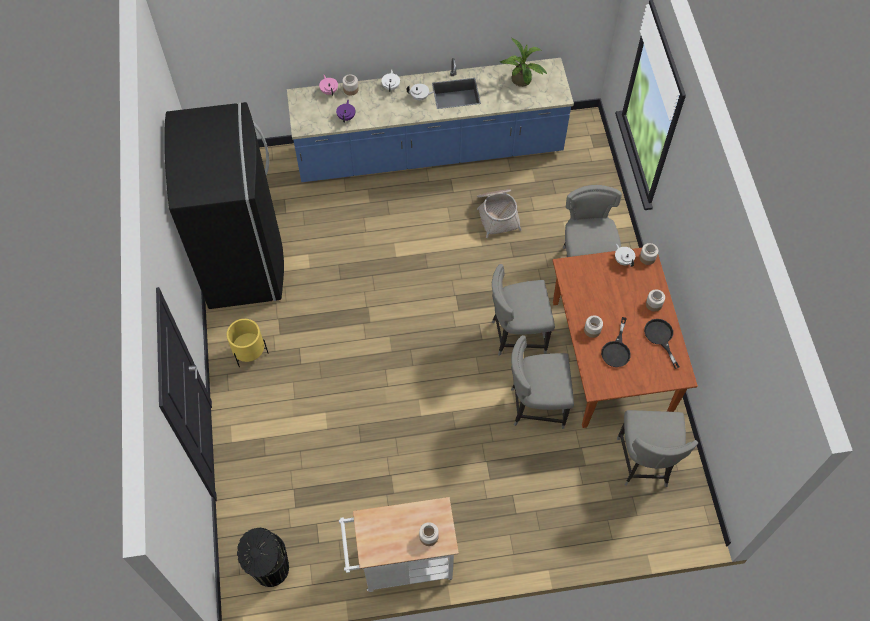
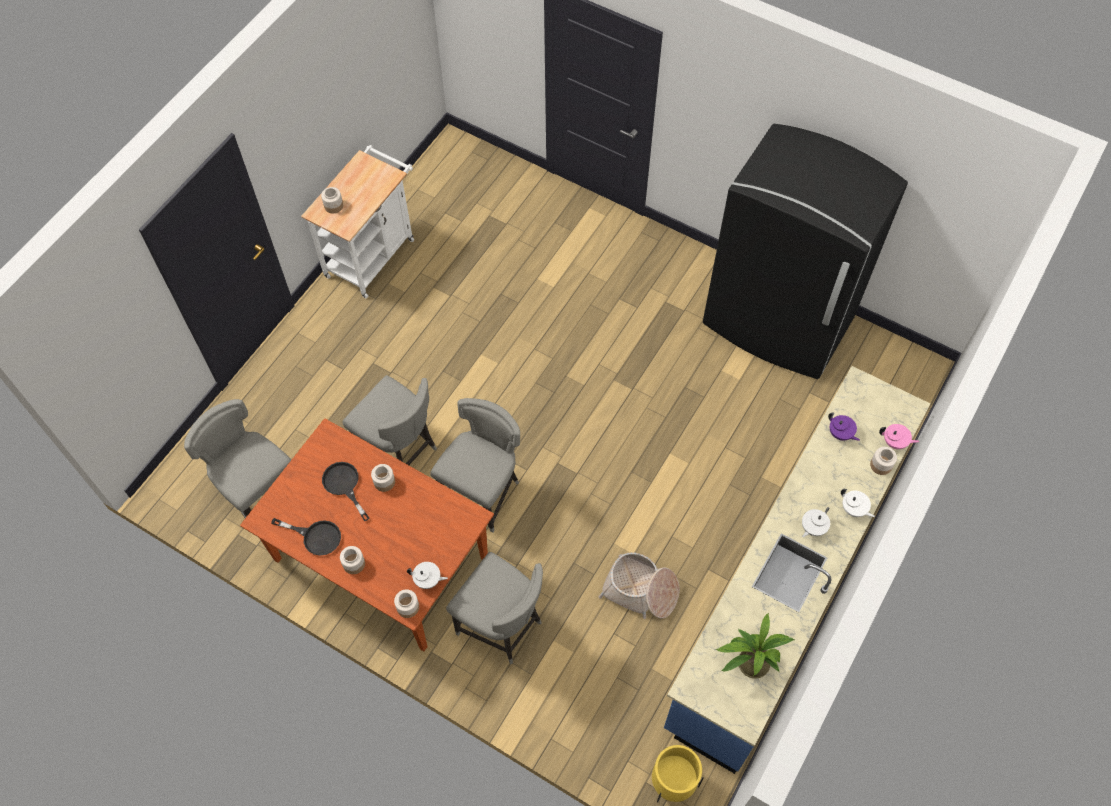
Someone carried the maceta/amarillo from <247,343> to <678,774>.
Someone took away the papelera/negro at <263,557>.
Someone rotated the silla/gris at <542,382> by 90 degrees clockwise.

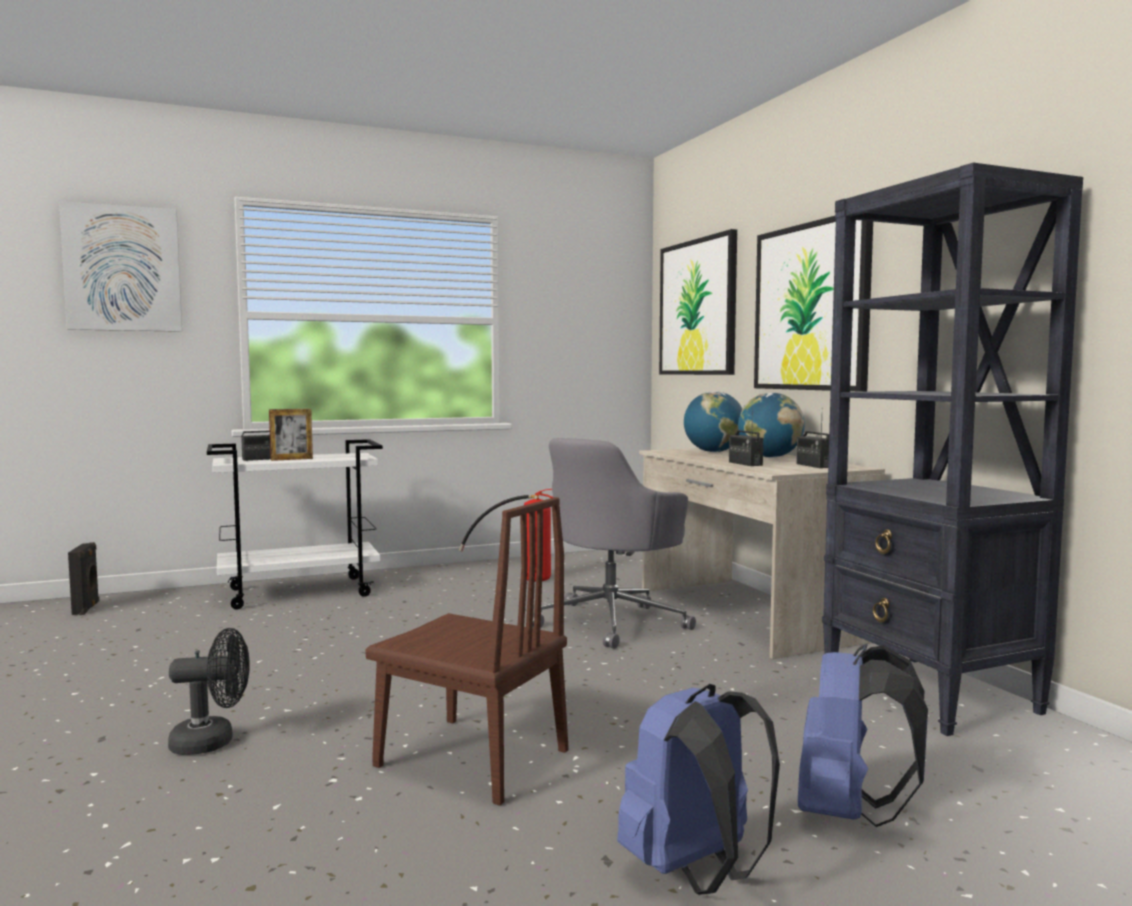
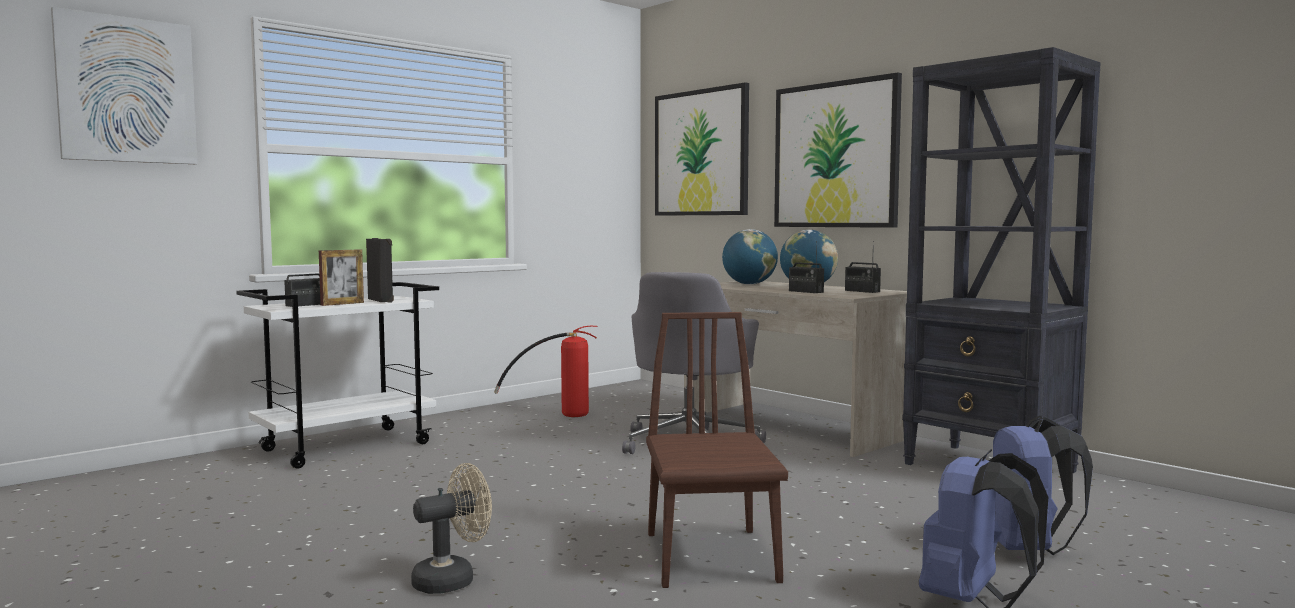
Someone carried the altavoz/negro from <83,578> to <380,270>.
Someone repainted the ventilador/negro at <209,691>, which became the ventilador/beis at <451,528>.
Someone rotated the silla/marrón at <467,651> by 105 degrees counterclockwise.

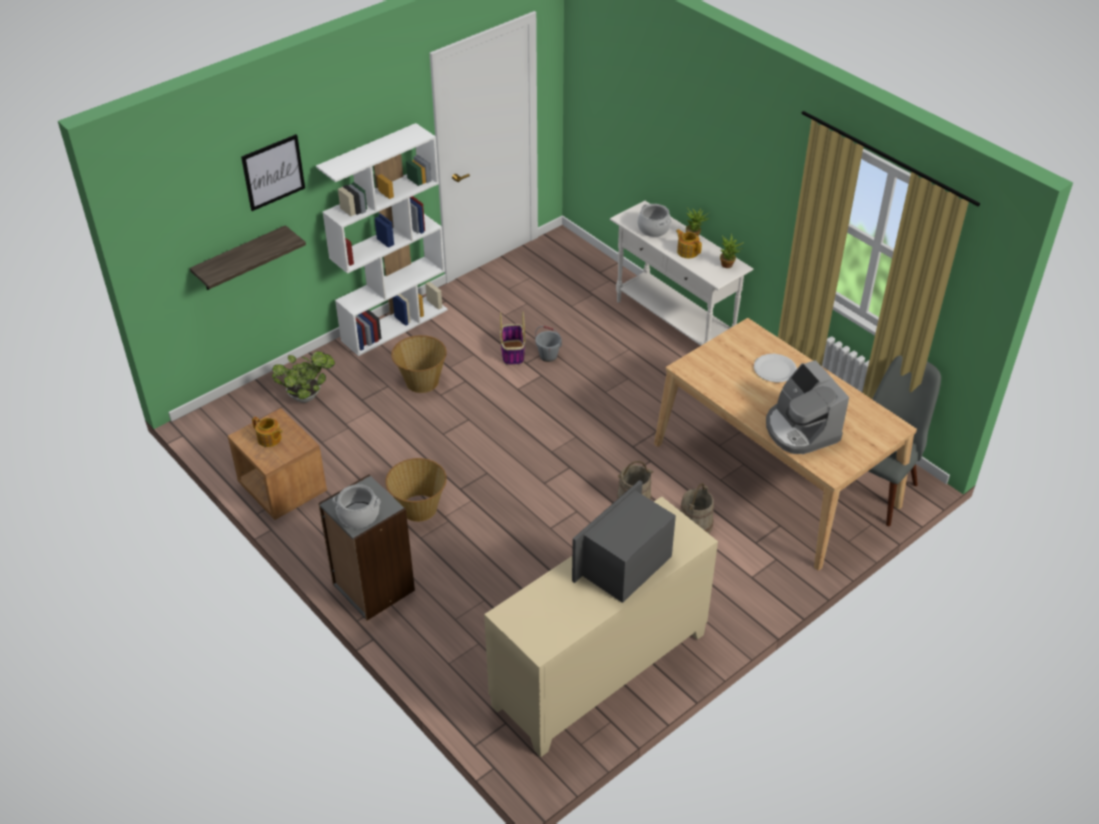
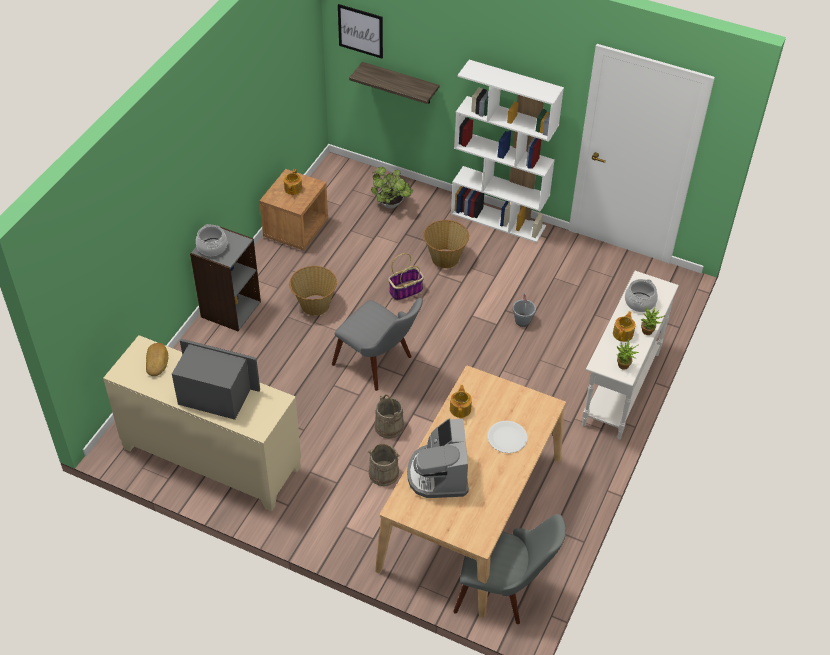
Someone carried the cuadro from <273,172> to <360,31>.
Someone carried the cesta from <512,338> to <406,277>.
Someone rotated the cafetera at <807,407> by 45 degrees counterclockwise.
Someone put down the pan at <157,359>.
Someone put down the silla/gris at <377,344>.
Someone put down the tetera at <461,401>.

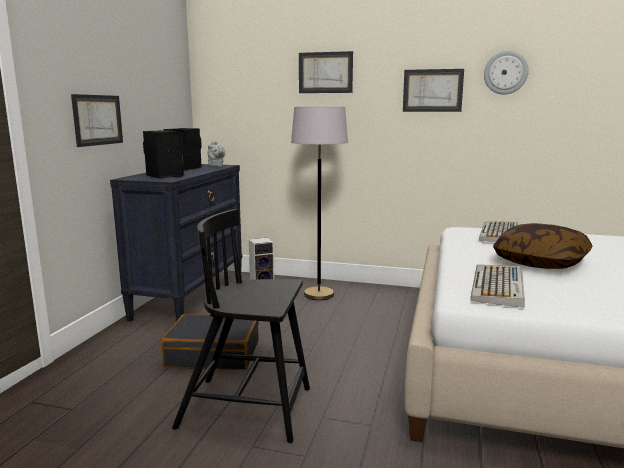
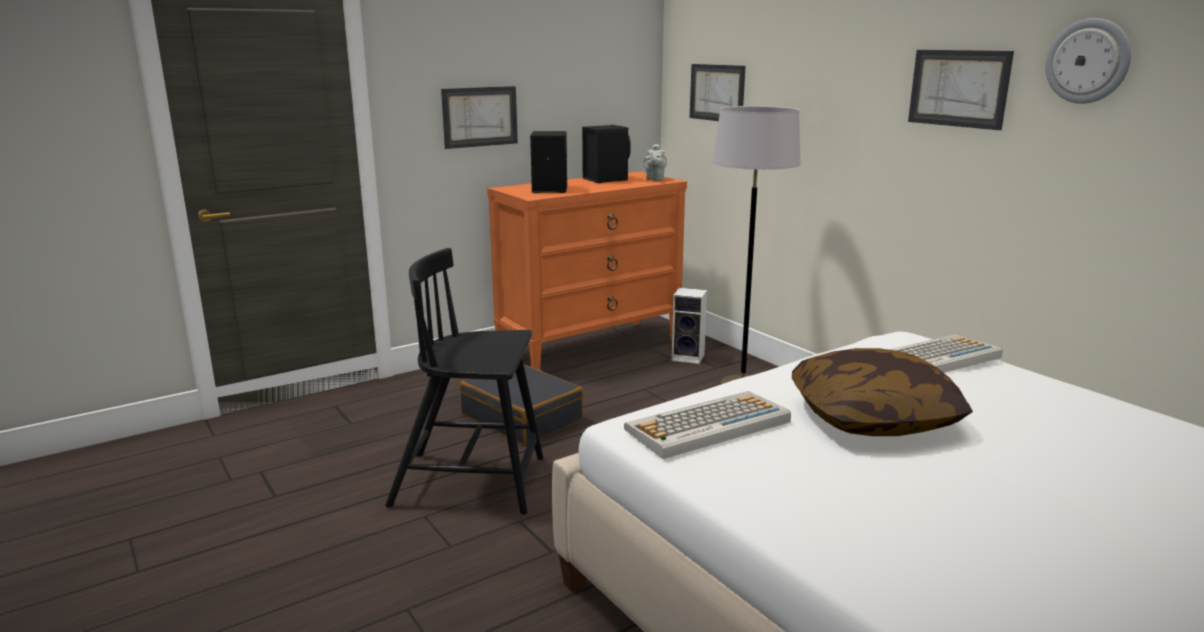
Someone repainted the cómoda/negro at <176,242>, which became the cómoda/naranja at <587,271>.
Someone rotated the silla/negro at <241,326> by 45 degrees counterclockwise.
Someone carried the cuadro from <326,72> to <718,92>.

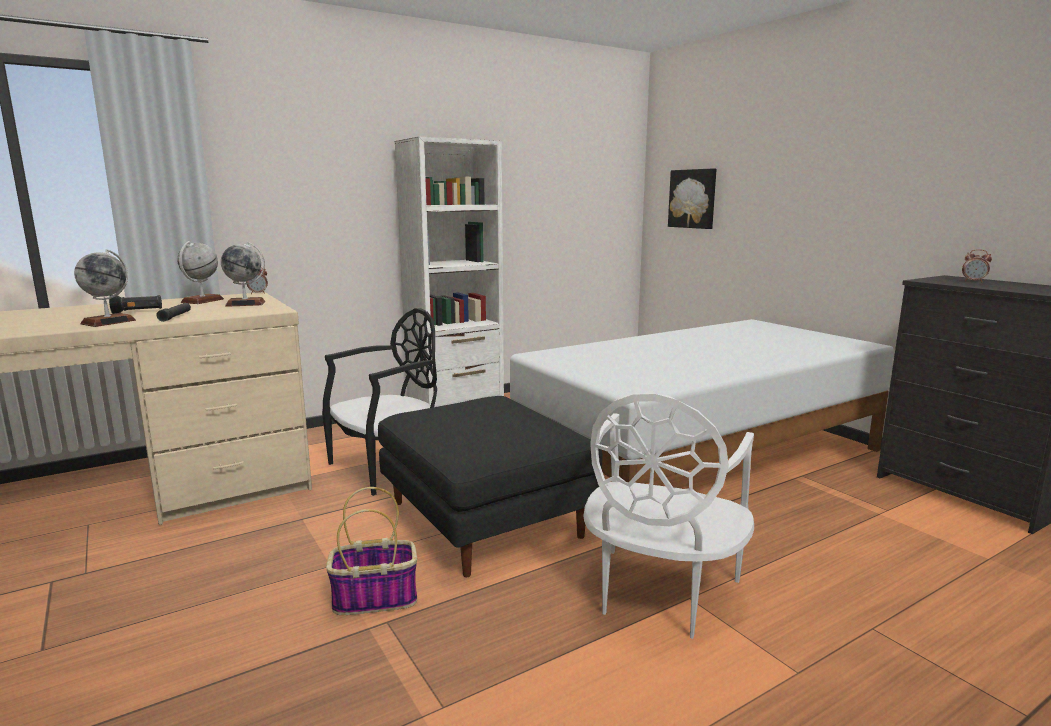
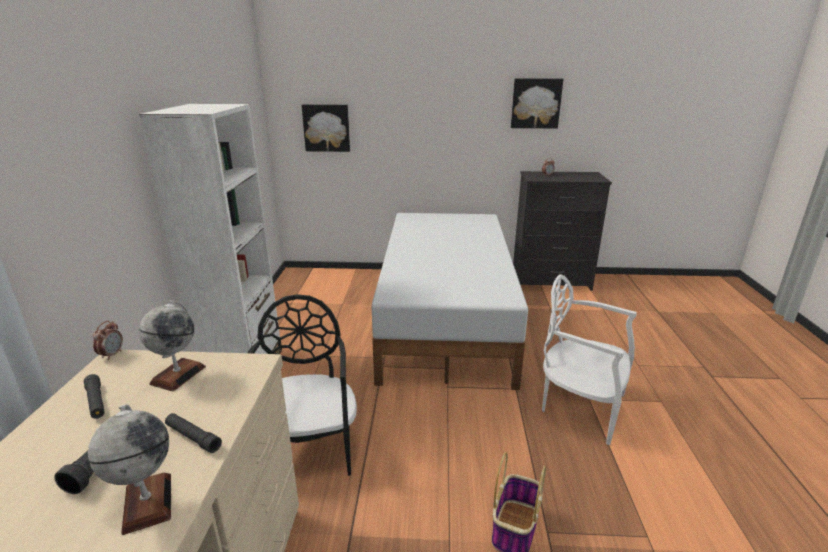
Someone swapped the globo terráqueo at <200,272> for the linterna/negro at <94,396>.
Someone took away the puf/negro at <490,486>.
Someone rotated the silla/blanco at <668,516> by 150 degrees clockwise.
Someone put up the cuadro at <537,103>.

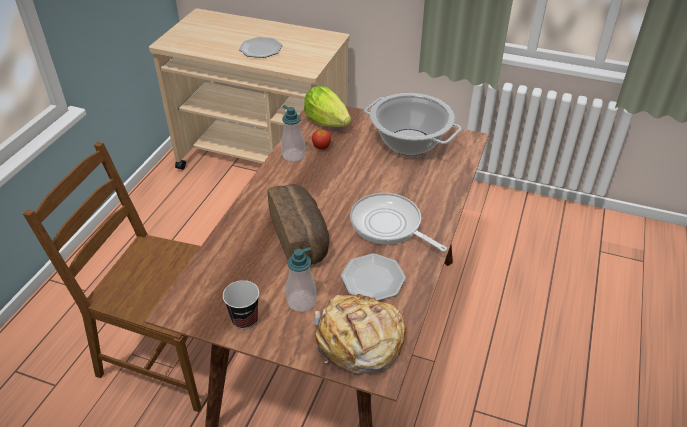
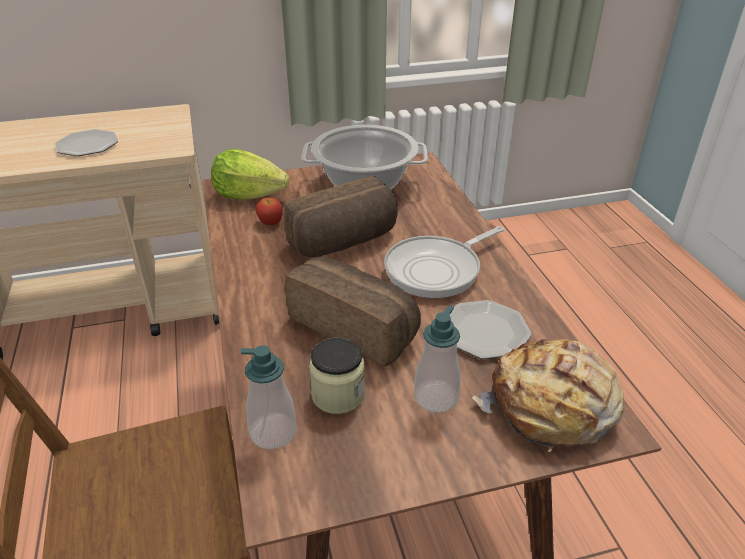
Someone took away the taza at <241,304>.
Someone carried the dispensador de jabón from <293,133> to <269,397>.
Someone rotated the sartén at <398,222> by 45 degrees counterclockwise.
Someone put down the pan at <341,216>.
Someone put down the tarro at <337,376>.

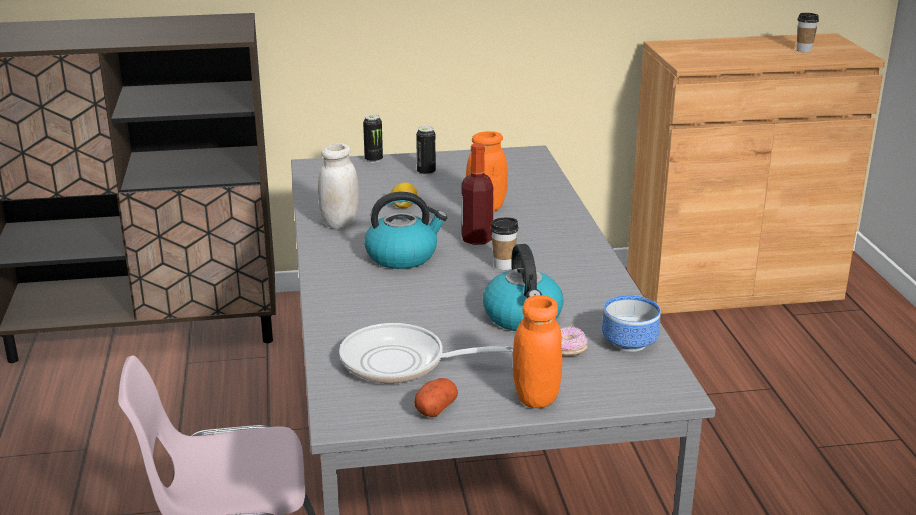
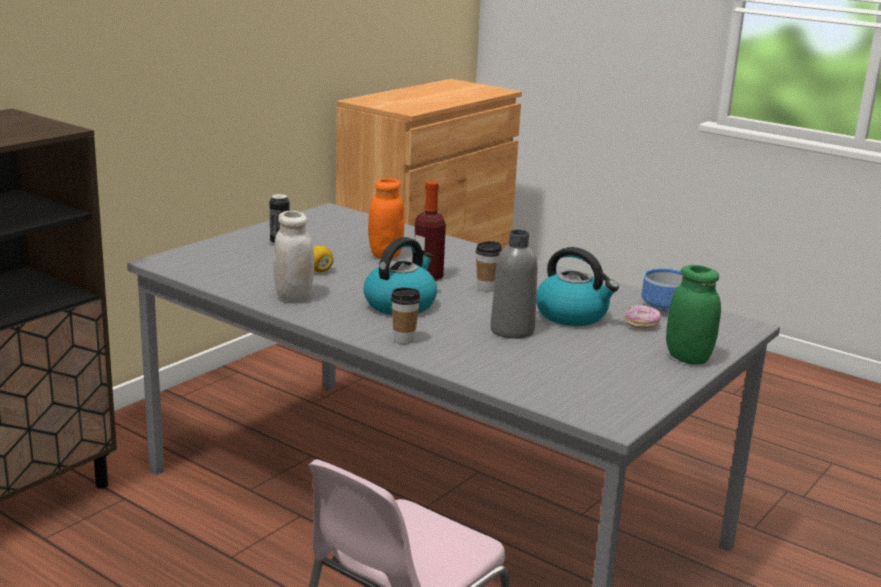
Someone took away the sartén at <426,353>.
Someone took away the lata at <373,138>.
Someone took away the patata at <436,397>.
Someone repainted the tarro/naranja at <537,351>, which became the tarro/verde at <693,315>.
Someone carried the taza from <808,32> to <405,315>.
Someone put down the botella/gris at <514,284>.

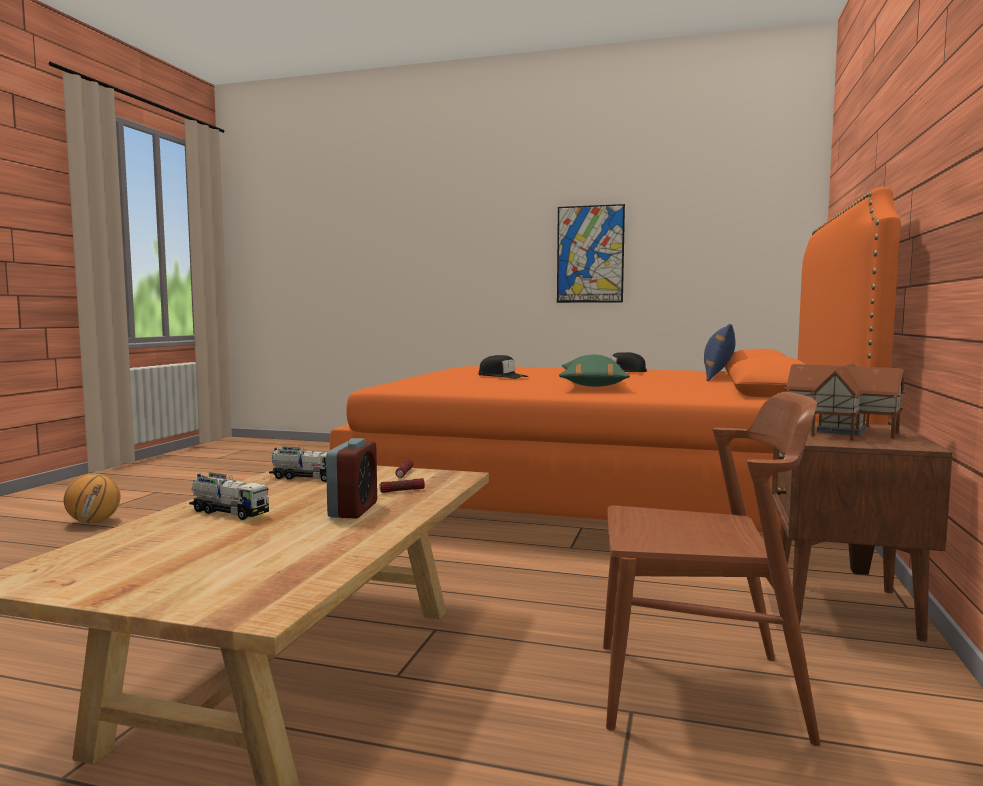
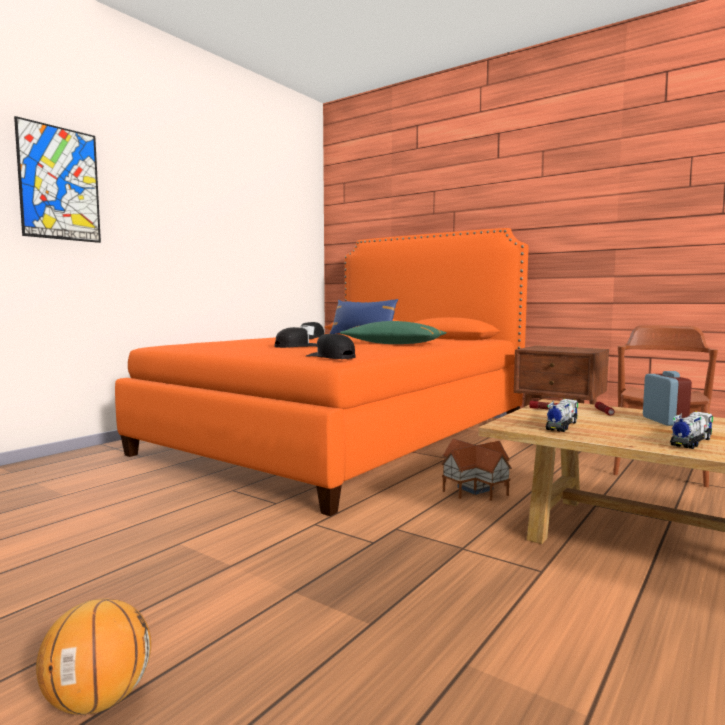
Someone rotated the despertador at <351,478> by 60 degrees clockwise.
Someone carried the cuadro from <591,253> to <57,179>.
Someone carried the casita from <844,401> to <476,470>.
Someone put down the gorra/negro at <331,346>.

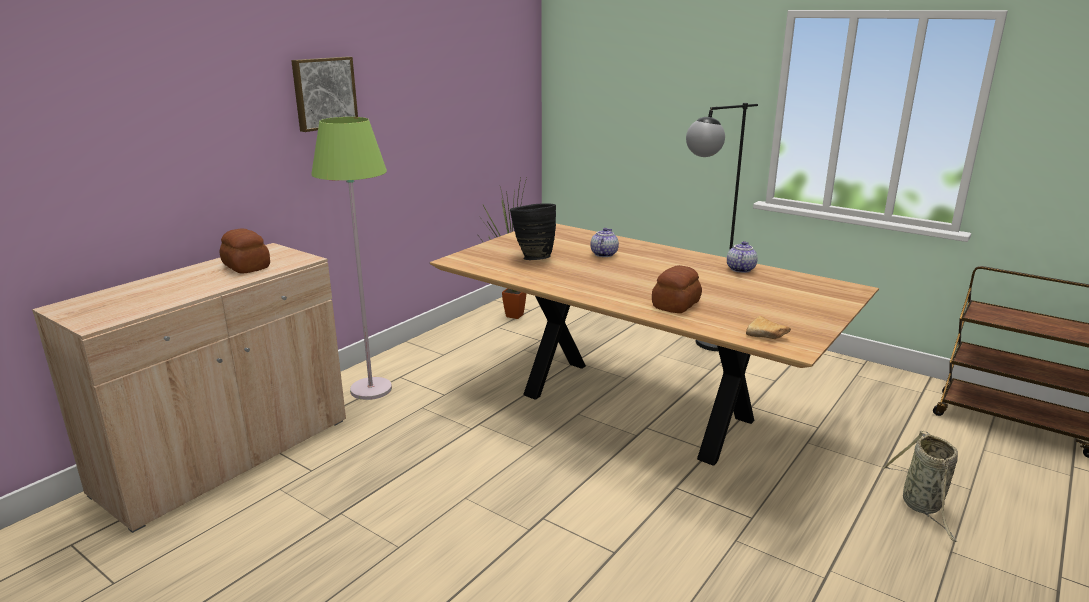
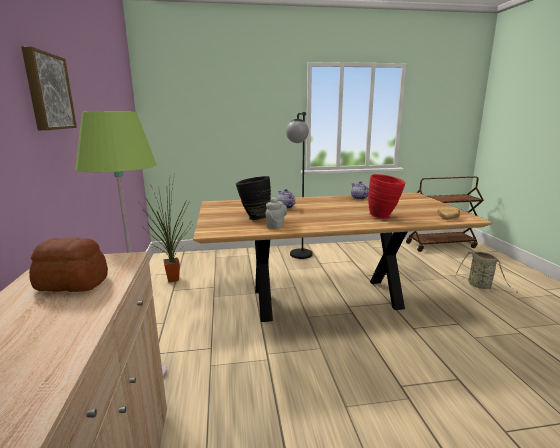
Someone swapped the pan at <677,289> for the florero/rojo at <386,196>.
Someone put down the tetera/gris at <276,213>.

